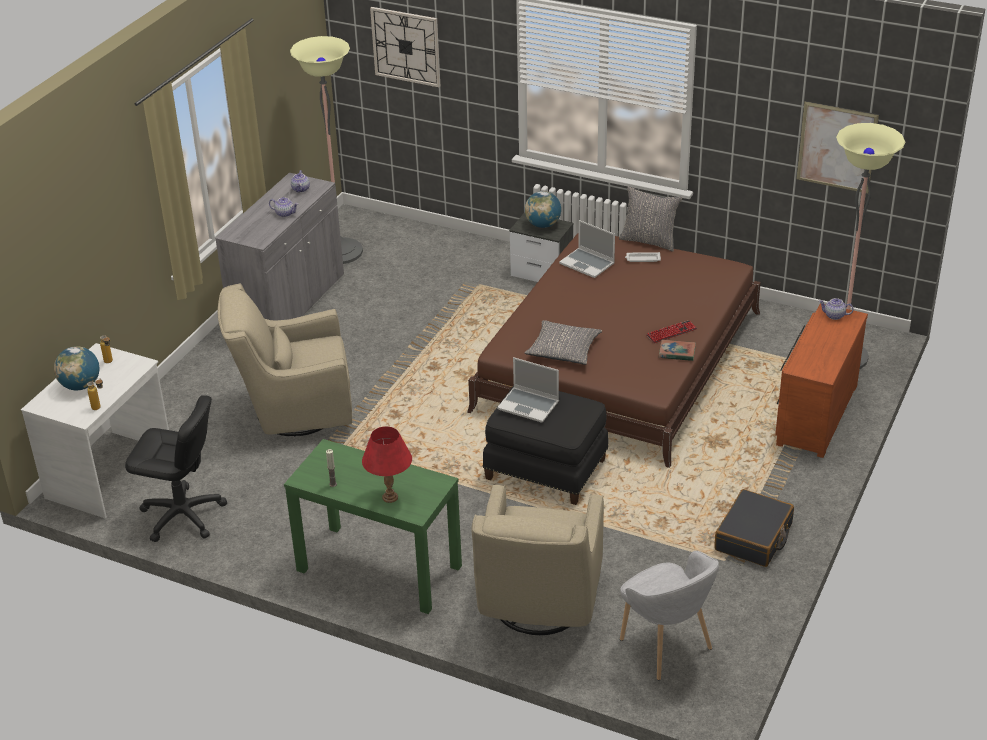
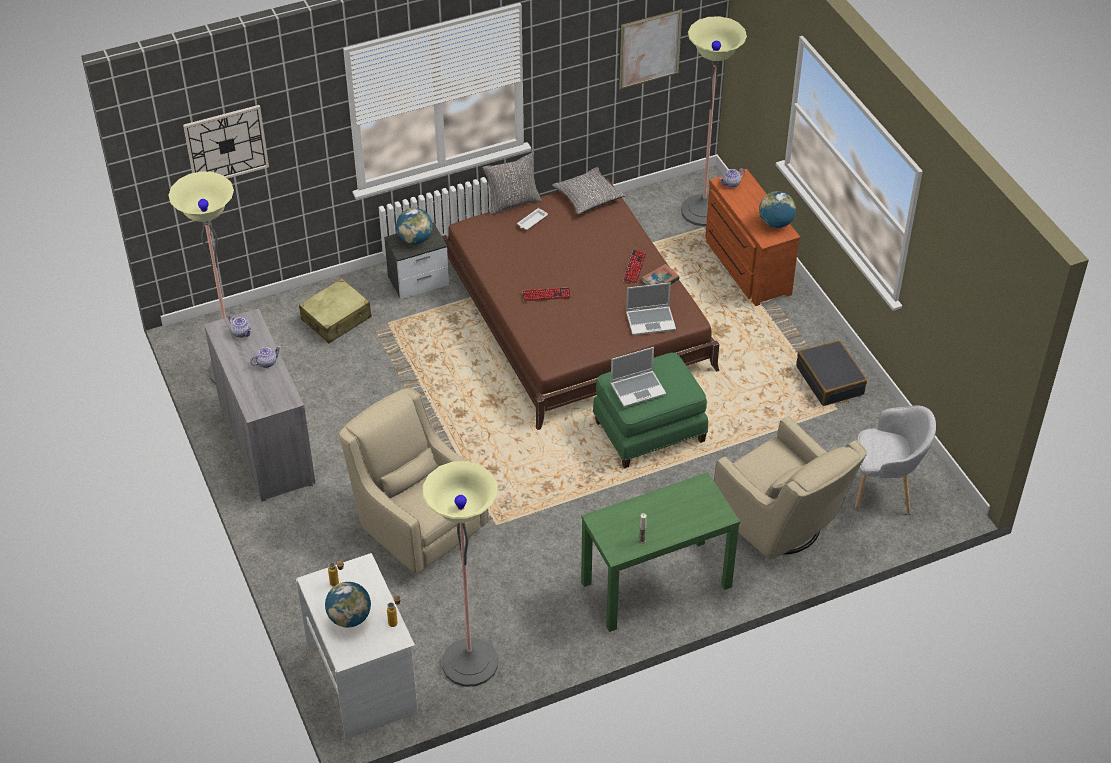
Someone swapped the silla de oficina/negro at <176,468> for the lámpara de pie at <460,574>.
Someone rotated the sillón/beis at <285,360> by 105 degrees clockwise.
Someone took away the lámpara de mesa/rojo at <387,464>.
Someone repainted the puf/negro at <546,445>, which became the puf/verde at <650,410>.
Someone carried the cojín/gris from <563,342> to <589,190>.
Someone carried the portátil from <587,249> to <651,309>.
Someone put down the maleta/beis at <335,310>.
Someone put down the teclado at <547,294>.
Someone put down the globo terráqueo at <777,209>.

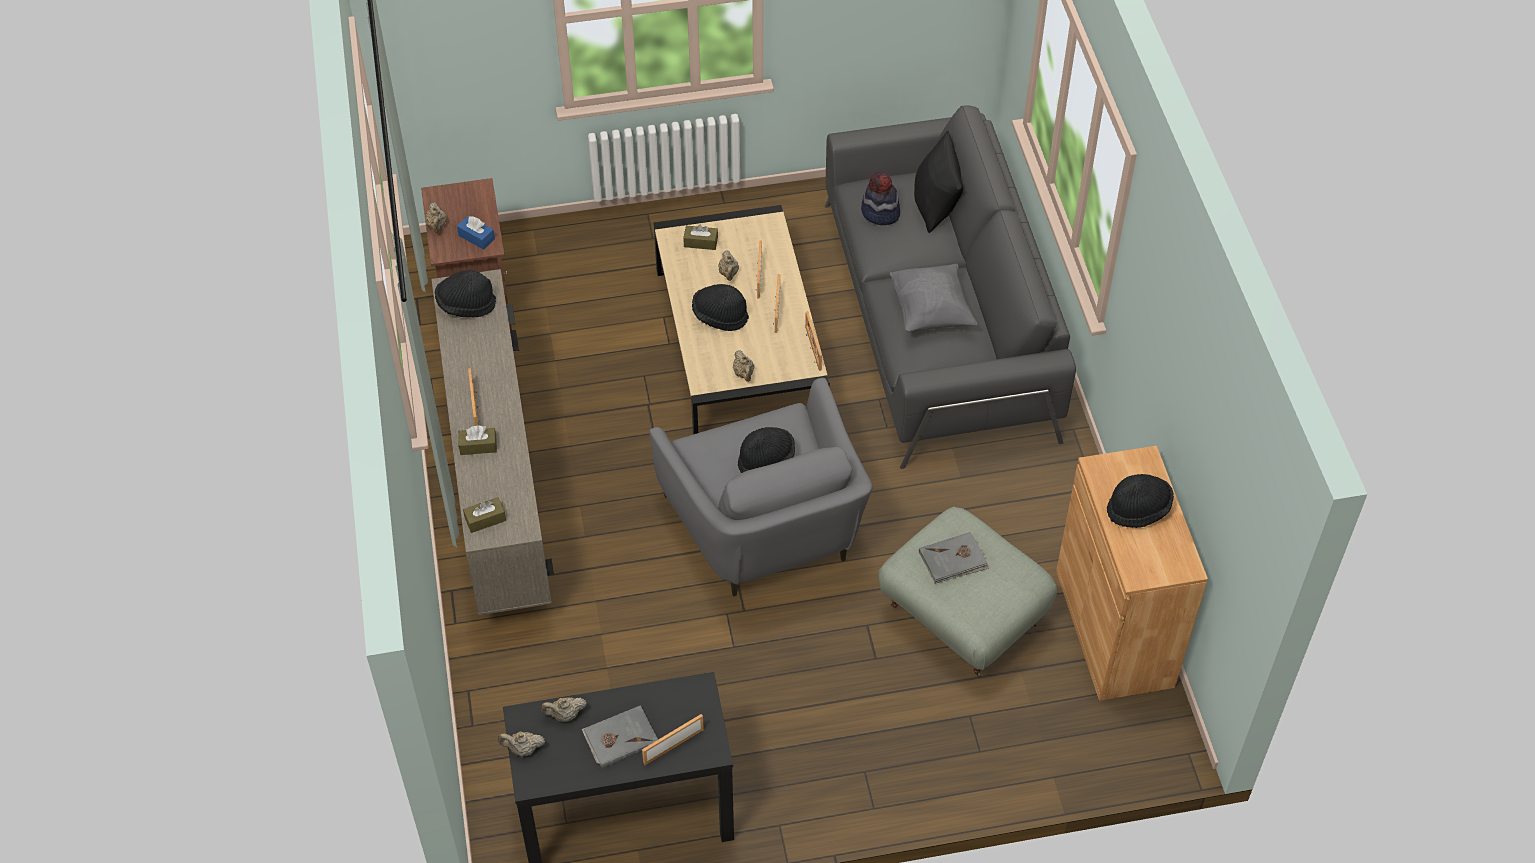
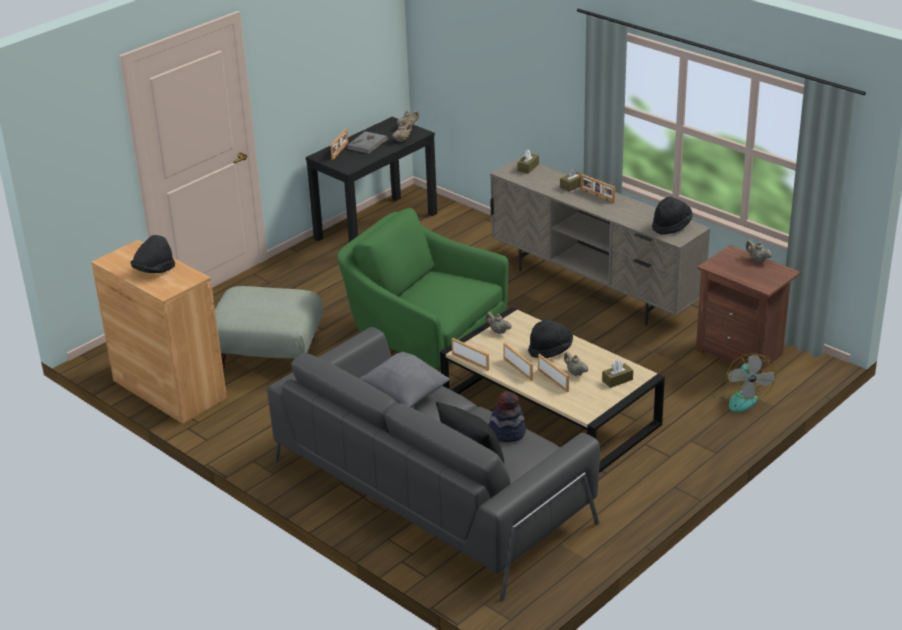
Someone took away the caja de pañuelos/azul at <476,233>.
Someone repainted the sillón/gris at <761,487>, which became the sillón/verde at <423,290>.
Someone took away the sombrero/negro at <766,450>.
Someone took away the libro/gris at <954,558>.
Someone put down the ventilador at <743,382>.

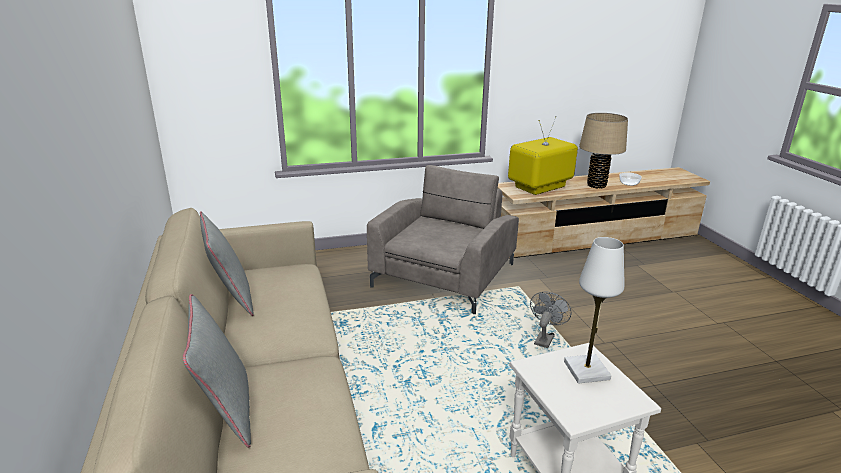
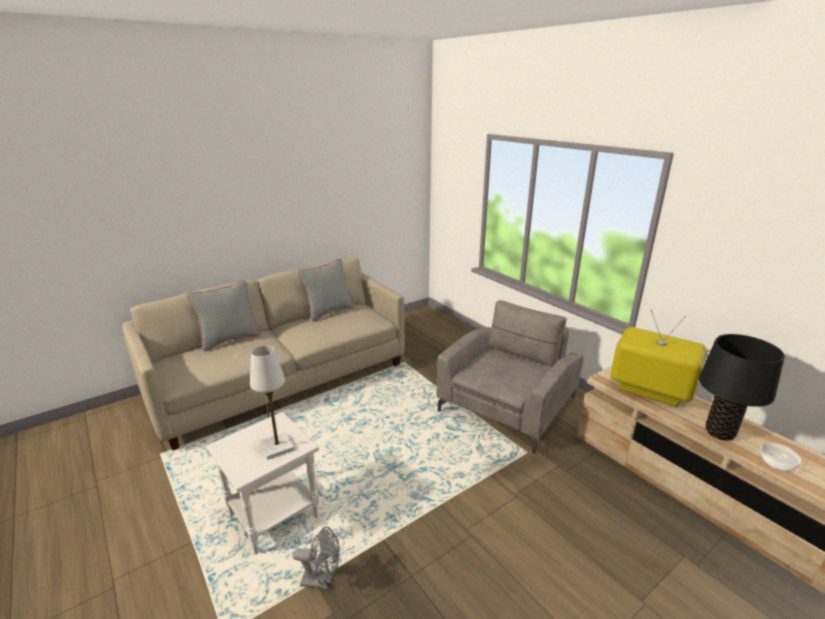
Someone rotated the sillón/gris at <443,239> by 60 degrees counterclockwise.
Someone carried the ventilador/gris from <551,320> to <316,558>.
Someone repainted the lámpara de mesa/beis at <603,151>, which became the lámpara de mesa/negro at <742,387>.

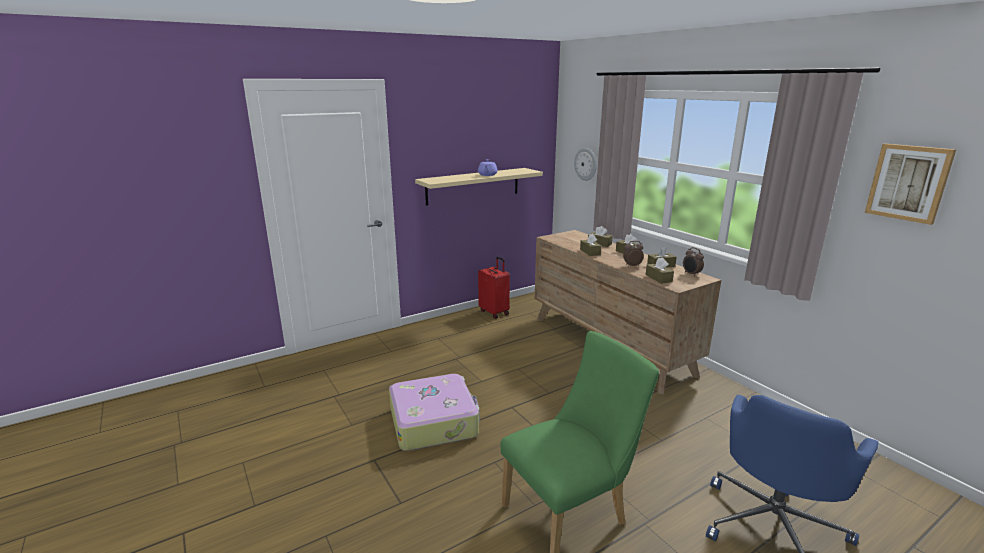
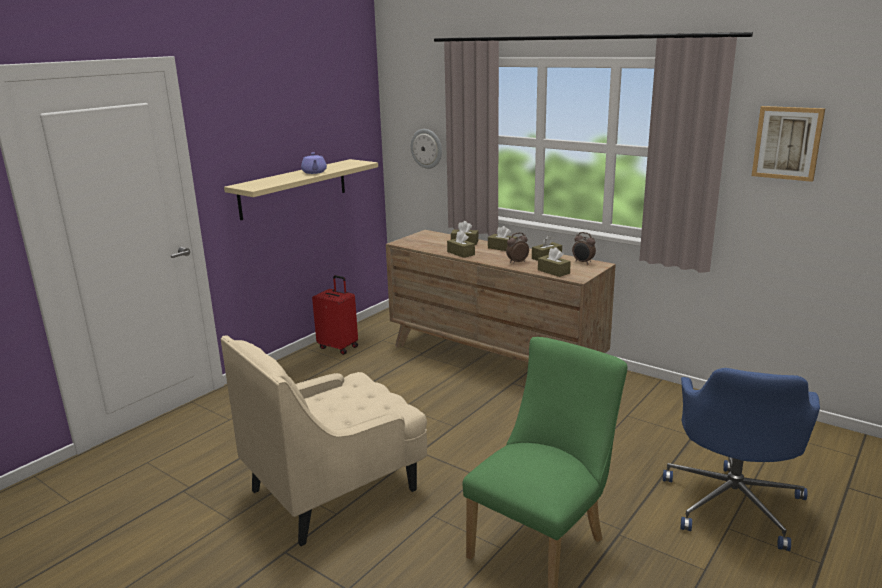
Someone swapped the maleta at <434,412> for the sillón/beis at <324,440>.

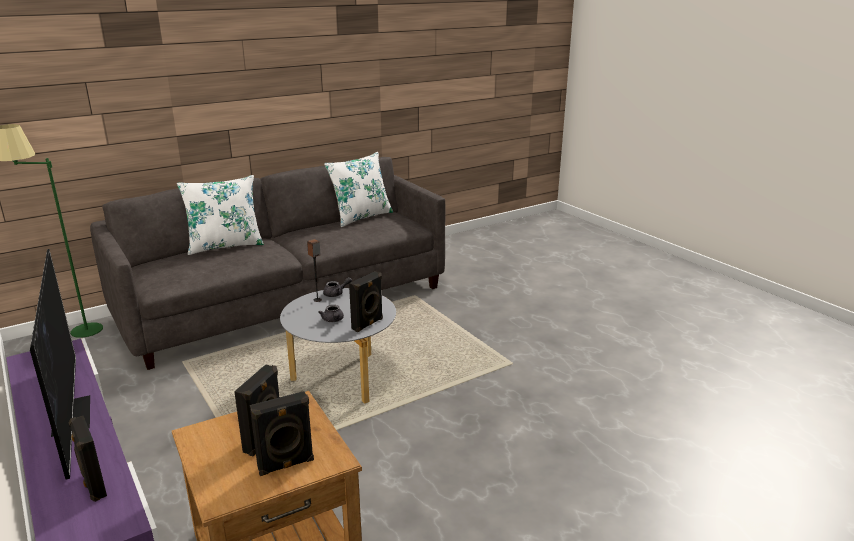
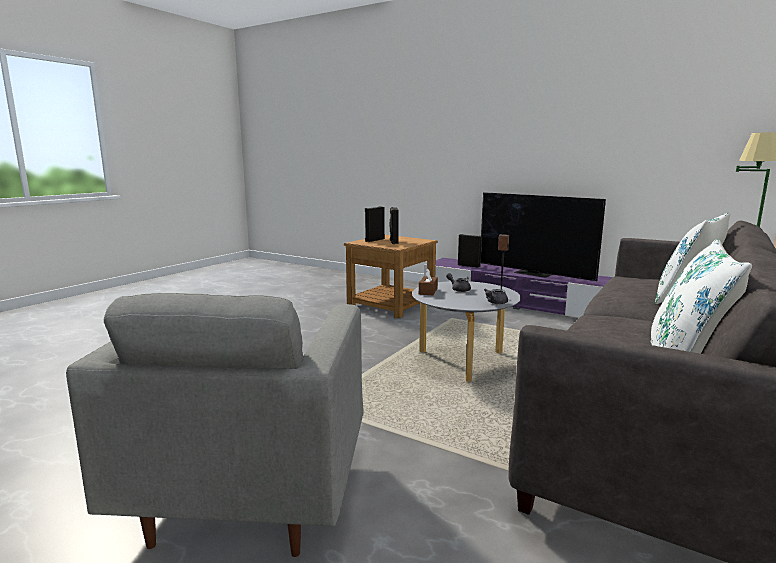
Someone swapped the altavoz/negro at <366,302> for the caja de pañuelos/marrón at <428,281>.
Someone put down the sillón/gris at <214,425>.

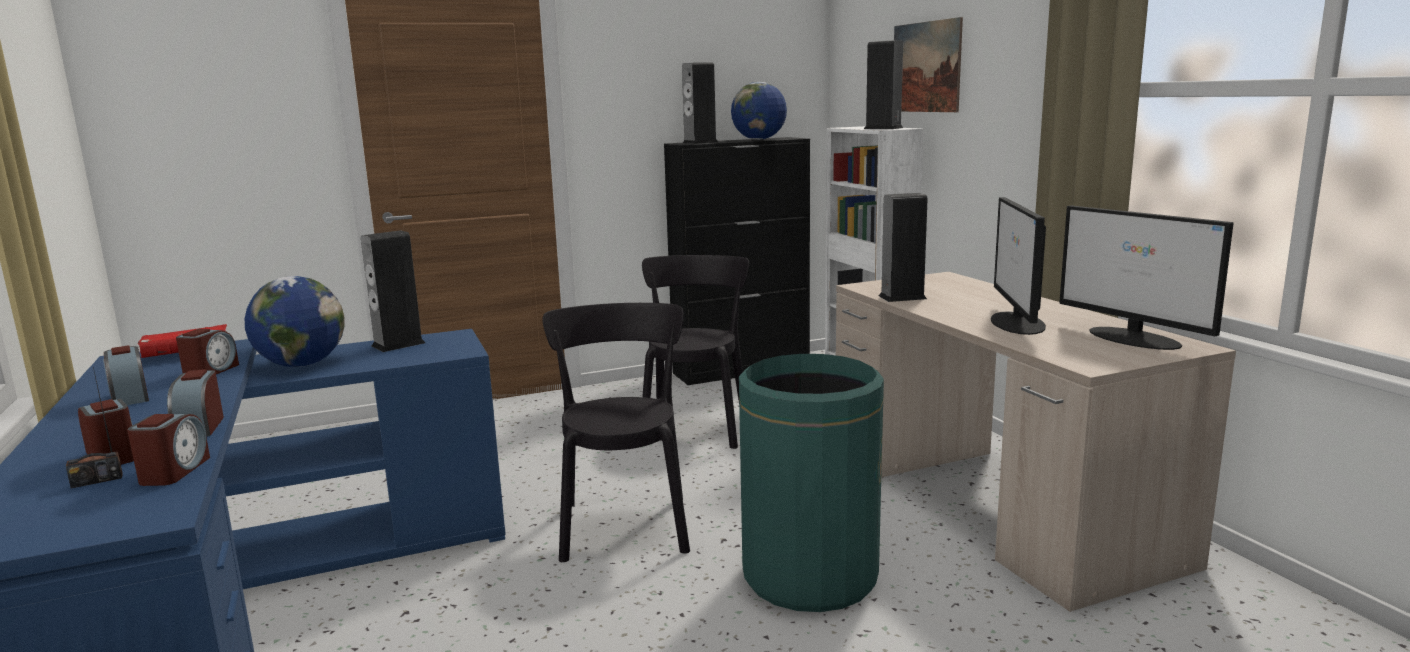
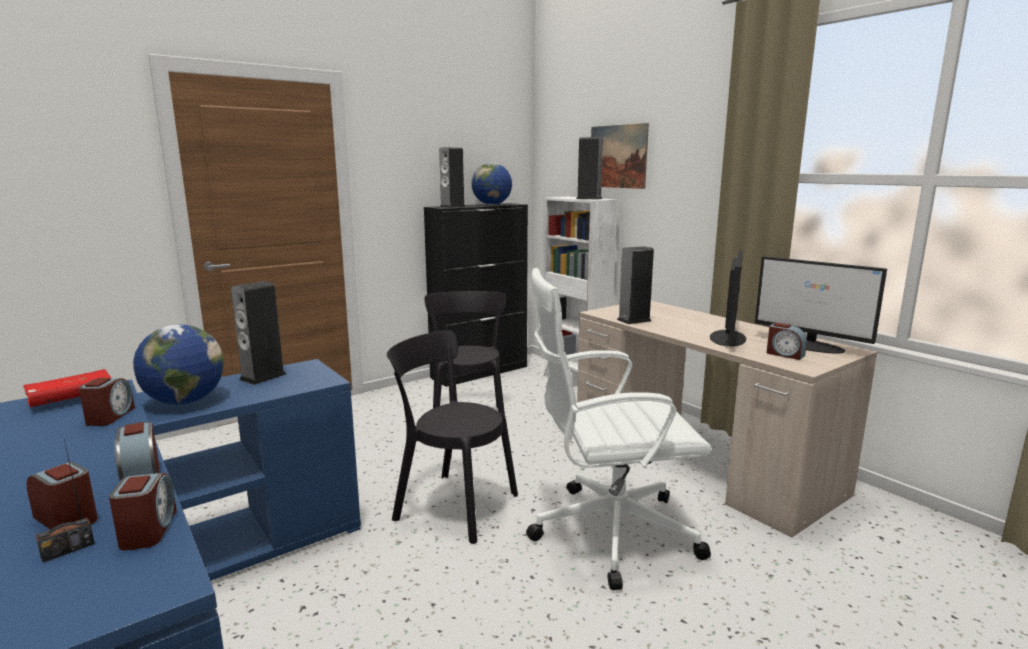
Someone carried the despertador from <126,375> to <787,341>.
Someone rotated the silla/negro at <616,432> by 45 degrees counterclockwise.
Someone swapped the papelera/verde at <811,483> for the silla de oficina/blanco at <619,429>.
Someone rotated the monitor at <1018,266> by 150 degrees counterclockwise.

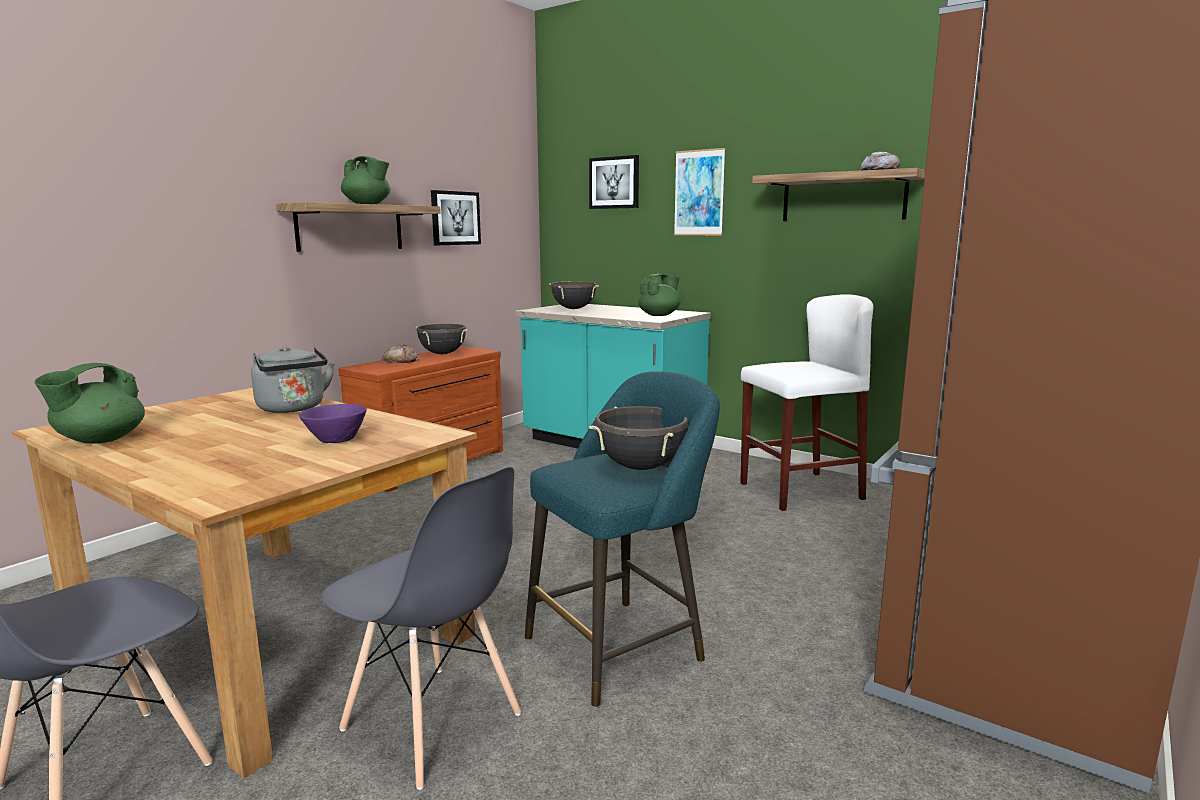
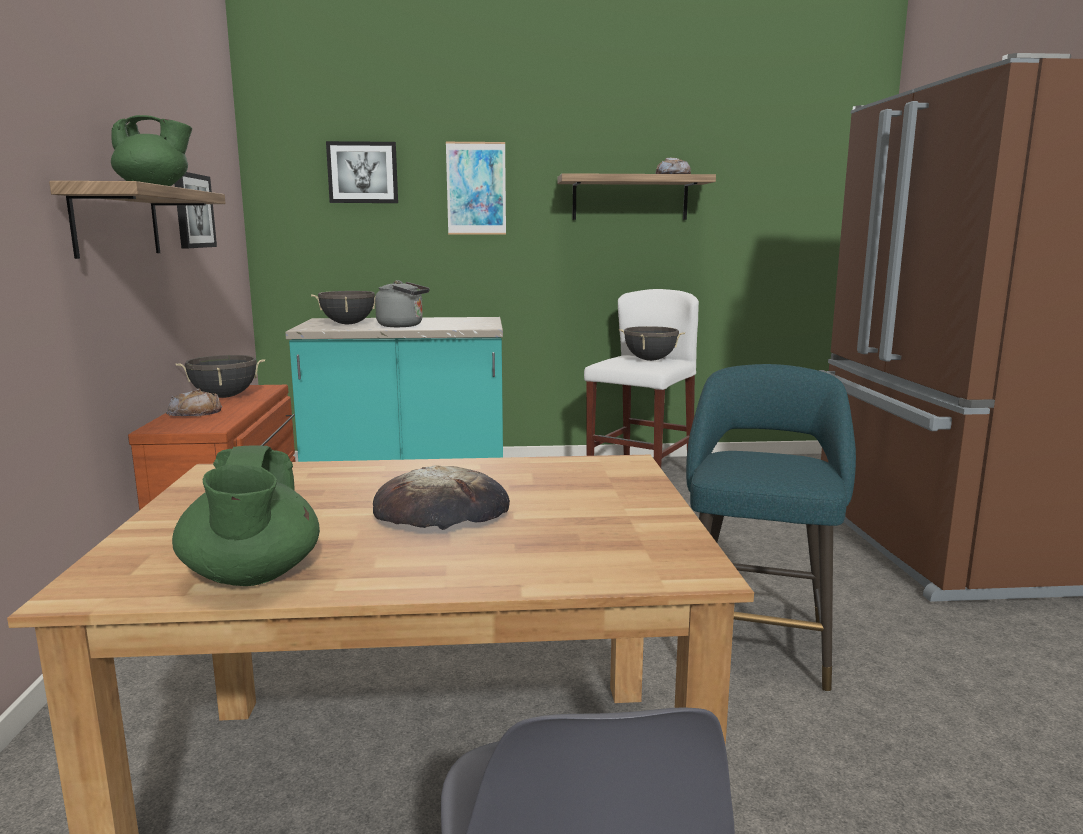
Someone carried the hervidor/gris from <293,379> to <402,303>.
Someone took away the cuenco/morado at <333,423>.
Someone took away the silla/gris at <421,628>.
Someone carried the olla/negro from <638,438> to <652,343>.
Someone took away the tetera/verde at <659,295>.
Someone put down the pan at <441,497>.

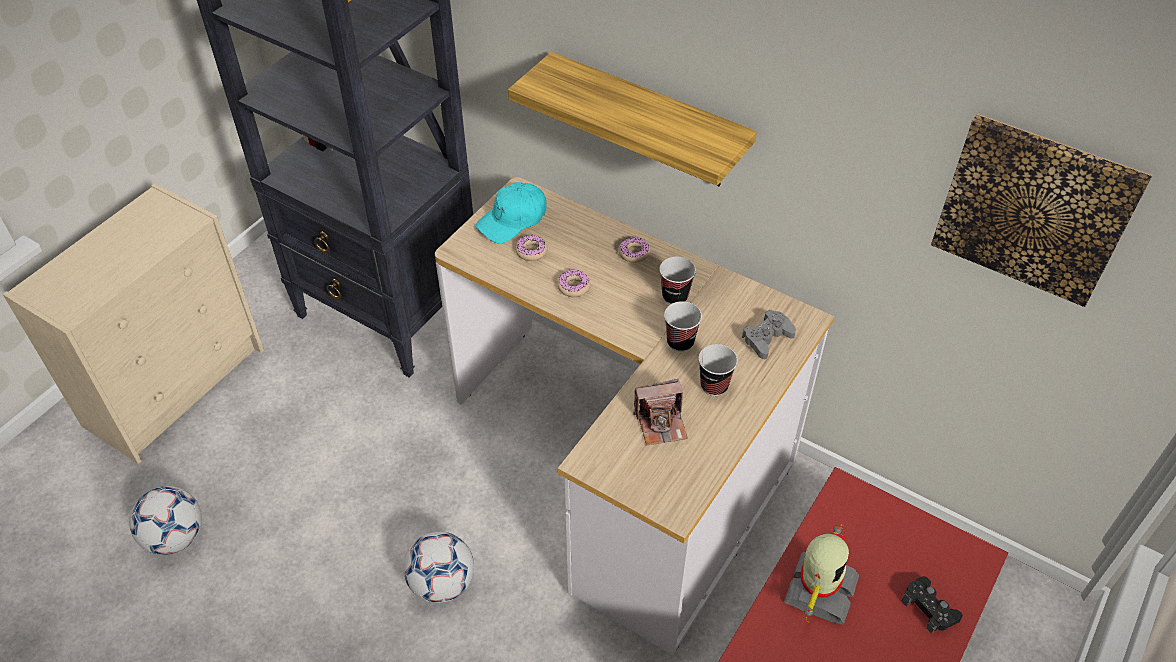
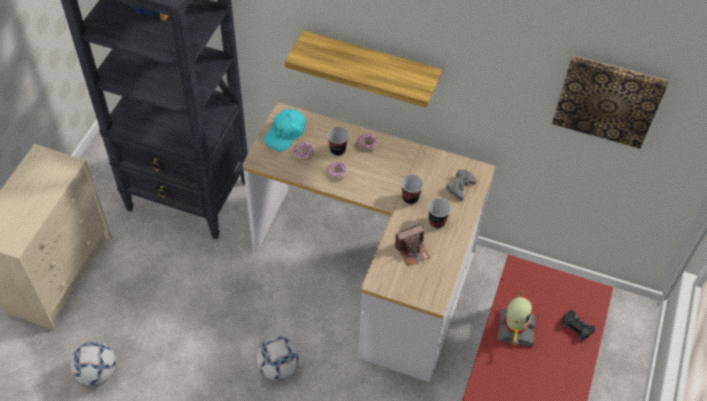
Someone carried the taza from <678,281> to <338,141>.

